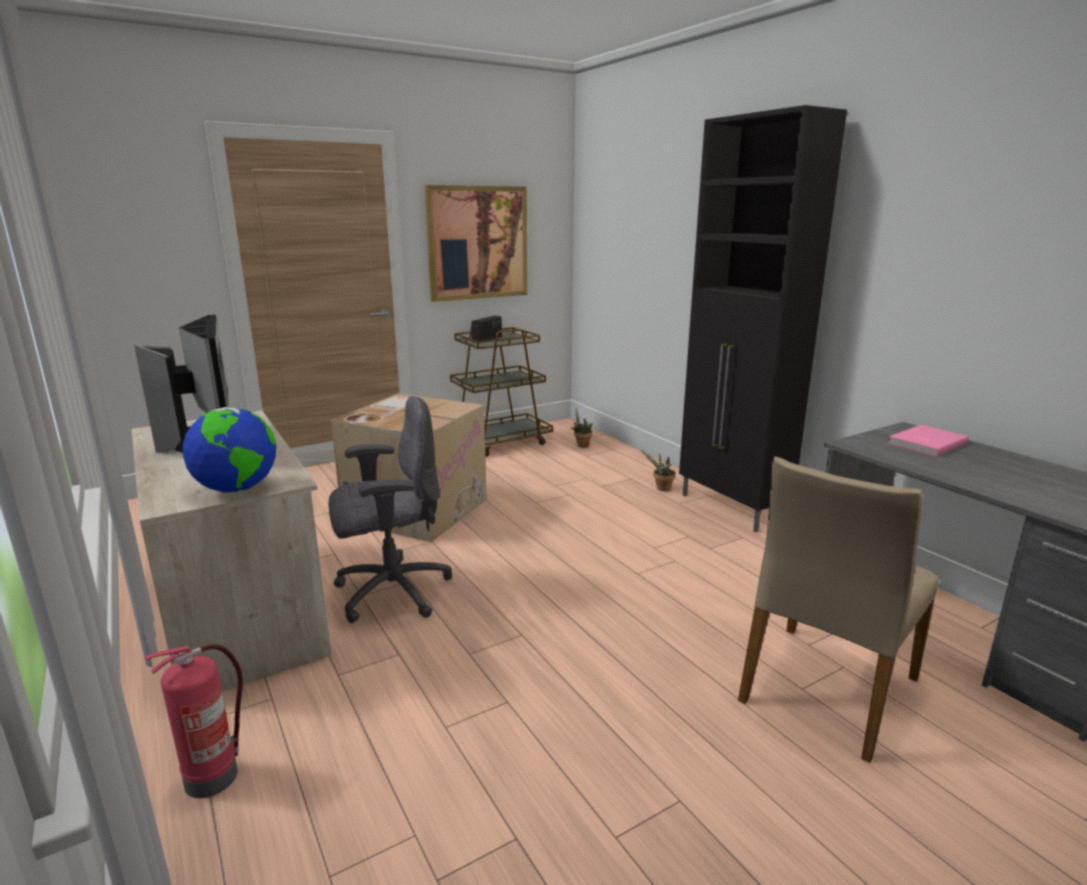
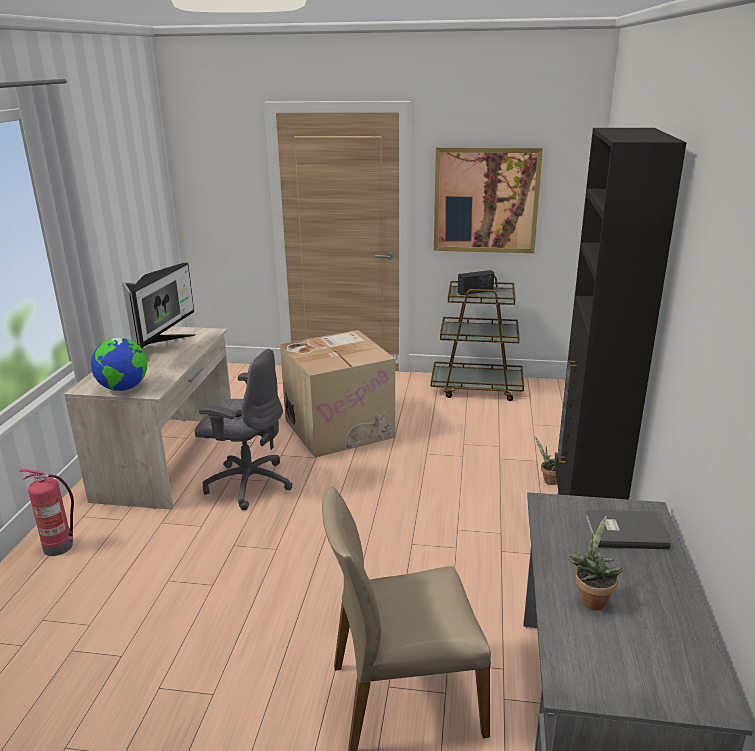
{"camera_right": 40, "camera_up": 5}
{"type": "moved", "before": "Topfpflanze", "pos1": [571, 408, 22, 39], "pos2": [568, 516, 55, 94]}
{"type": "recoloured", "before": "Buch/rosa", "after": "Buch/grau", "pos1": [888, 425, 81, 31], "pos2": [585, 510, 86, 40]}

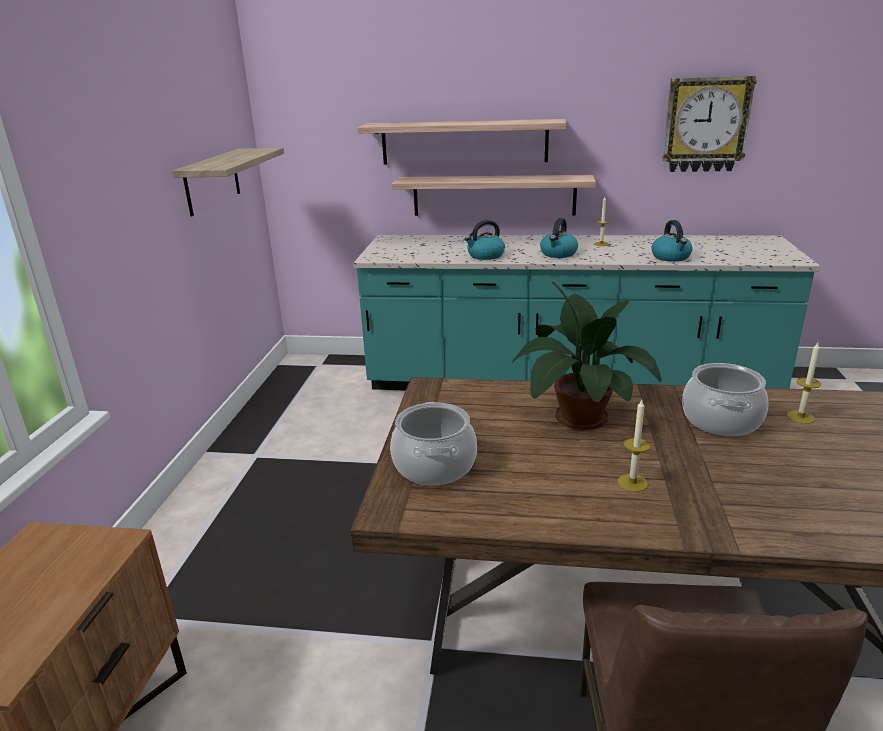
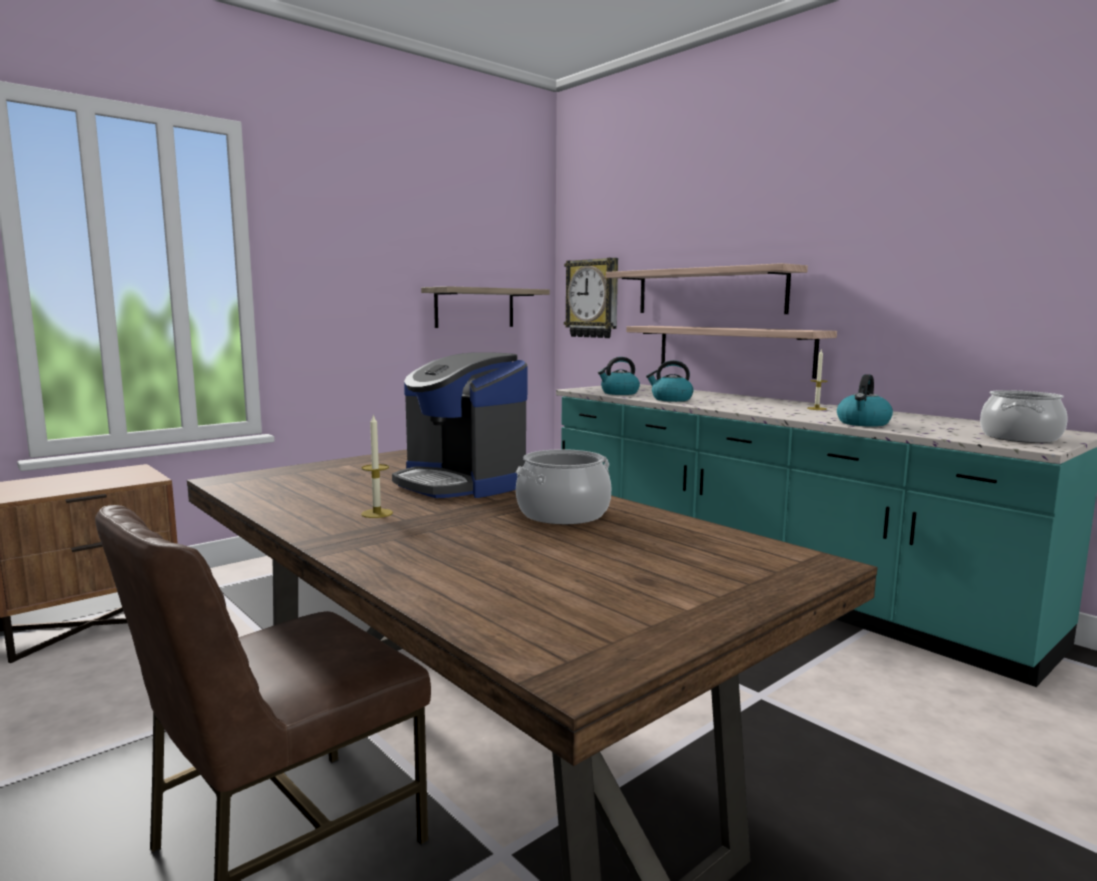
{"camera_right": 40, "camera_up": -15}
{"type": "moved", "before": "Wanduhr", "pos1": [662, 76, 95, 96], "pos2": [564, 258, 54, 80]}
{"type": "moved", "before": "Wasserkessel", "pos1": [540, 218, 38, 40], "pos2": [598, 357, 42, 38]}
{"type": "replaced", "before": "Topfpflanze", "after": "Kaffeemaschine", "pos1": [511, 281, 151, 149], "pos2": [392, 352, 136, 146]}
{"type": "removed", "before": "Kerze", "pos1": [787, 342, 34, 82]}
{"type": "moved", "before": "Kochtopf", "pos1": [390, 402, 87, 83], "pos2": [980, 390, 88, 53]}

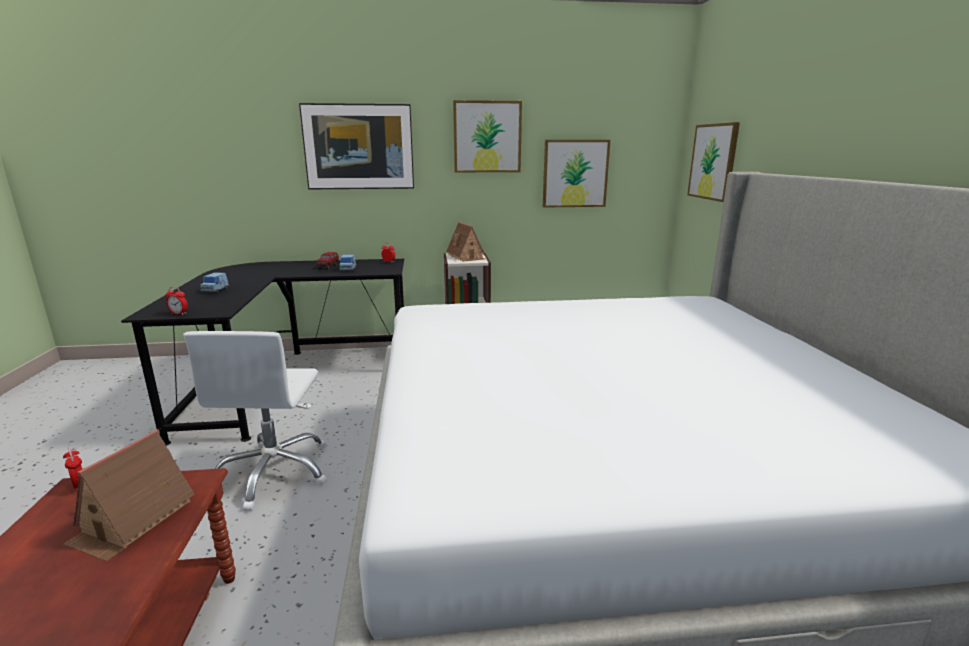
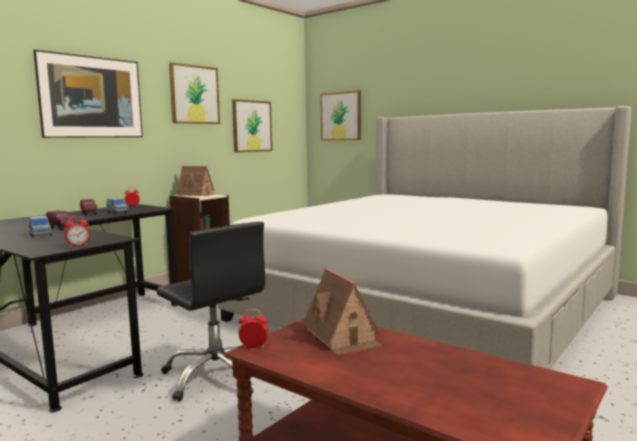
{"camera_right": -45, "camera_up": -10}
{"type": "recoloured", "before": "Bürostuhl/weiß", "after": "Bürostuhl/schwarz", "pos1": [183, 331, 144, 180], "pos2": [156, 222, 109, 180]}
{"type": "added", "after": "Spielzeuglaster", "pos2": [46, 210, 29, 20]}

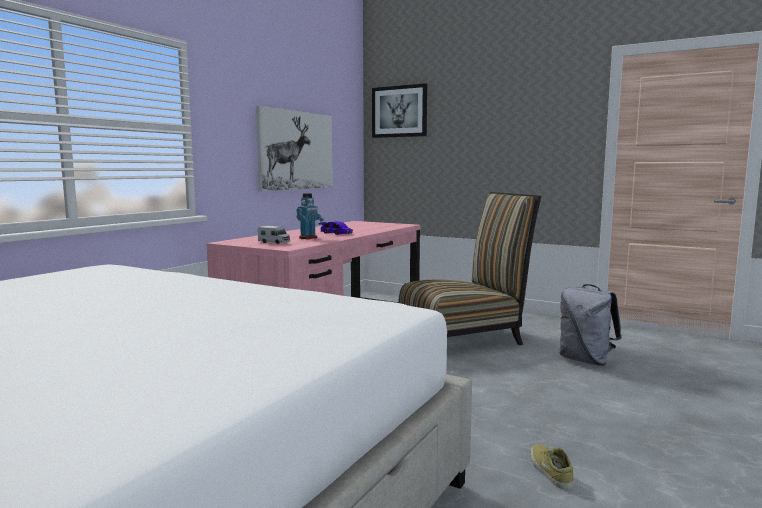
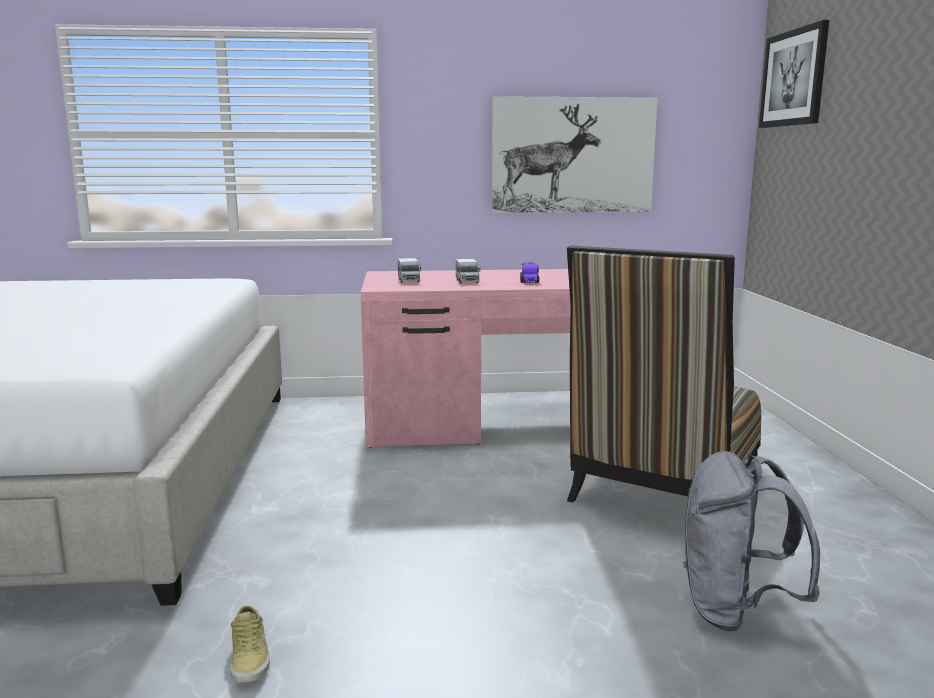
{"camera_right": 55, "camera_up": 5}
{"type": "turned", "before": "Stuhl", "pos1": [398, 192, 143, 153], "pos2": [567, 245, 194, 258], "turn": 90}
{"type": "replaced", "before": "Spielzeugroboter", "after": "Spielzeuglaster", "pos1": [297, 193, 27, 46], "pos2": [456, 259, 24, 25]}
{"type": "turned", "before": "Schuh/beige", "pos1": [531, 444, 43, 45], "pos2": [230, 605, 40, 78], "turn": 120}

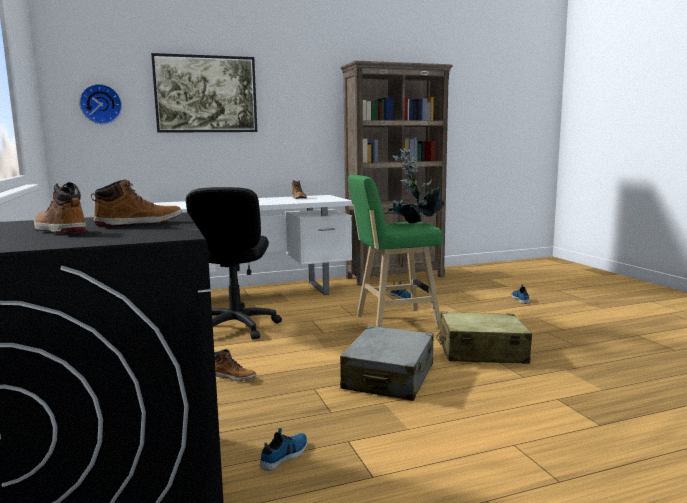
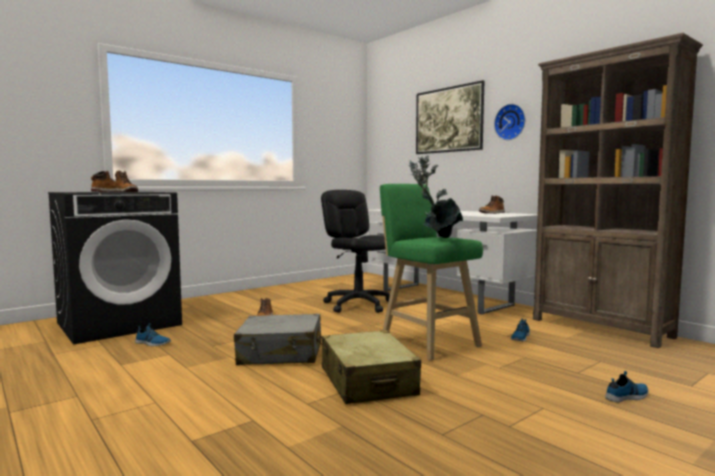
{"camera_right": 70, "camera_up": -5}
{"type": "moved", "before": "Wanduhr", "pos1": [79, 84, 43, 41], "pos2": [494, 104, 31, 36]}
{"type": "turned", "before": "Bürostuhl/schwarz", "pos1": [186, 187, 96, 153], "pos2": [321, 190, 69, 123], "turn": 75}

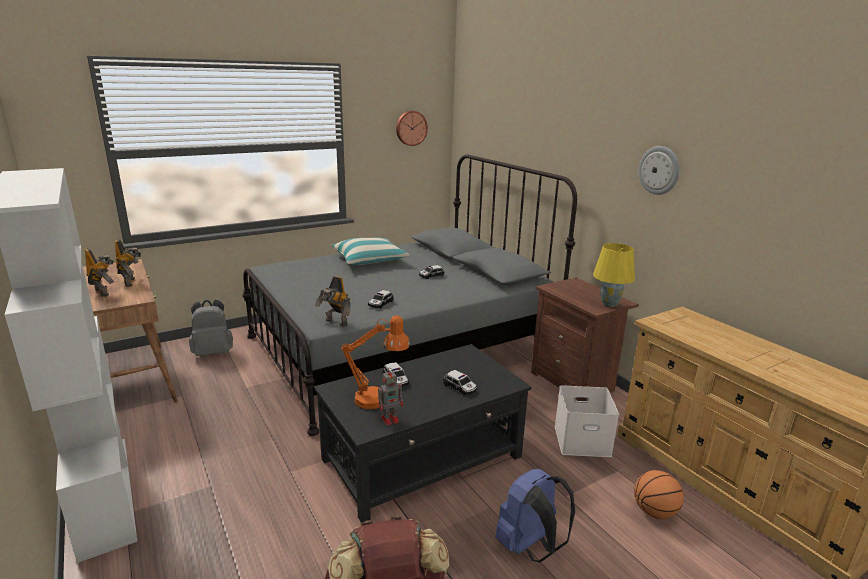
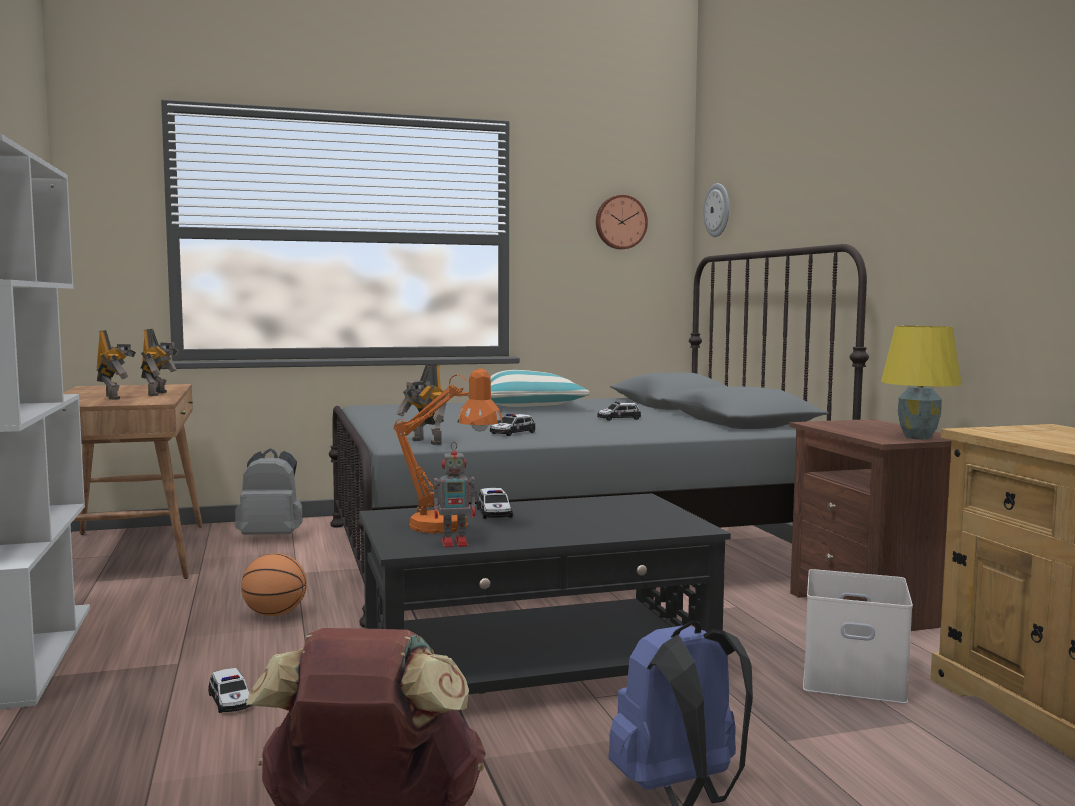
{"camera_right": 15, "camera_up": -15}
{"type": "moved", "before": "Wanduhr", "pos1": [638, 146, 42, 49], "pos2": [703, 183, 26, 54]}
{"type": "moved", "before": "Spielzeugauto", "pos1": [443, 370, 34, 25], "pos2": [208, 668, 45, 45]}
{"type": "moved", "before": "Basketball", "pos1": [634, 470, 50, 49], "pos2": [241, 553, 66, 63]}

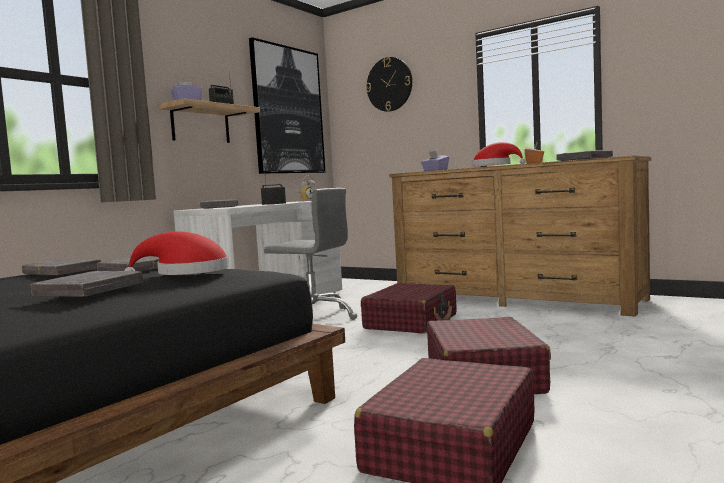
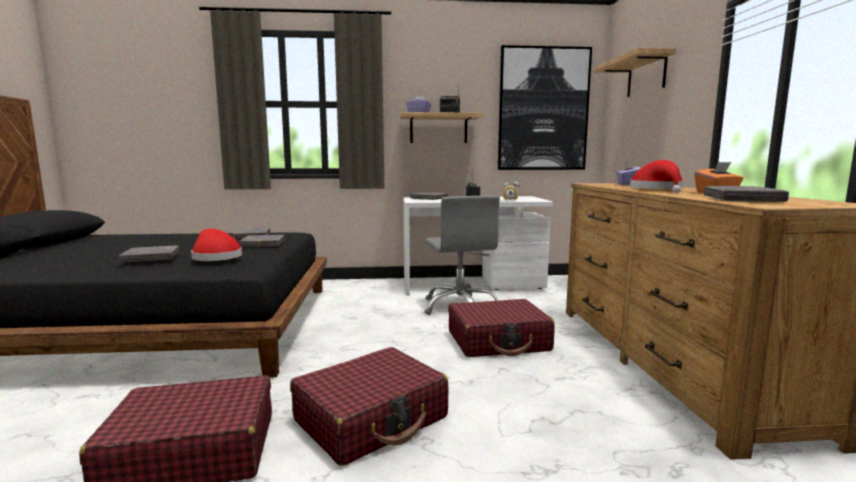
{"camera_right": 50, "camera_up": 5}
{"type": "replaced", "before": "Wanduhr", "after": "Wandregal", "pos1": [366, 57, 46, 55], "pos2": [594, 48, 82, 49]}

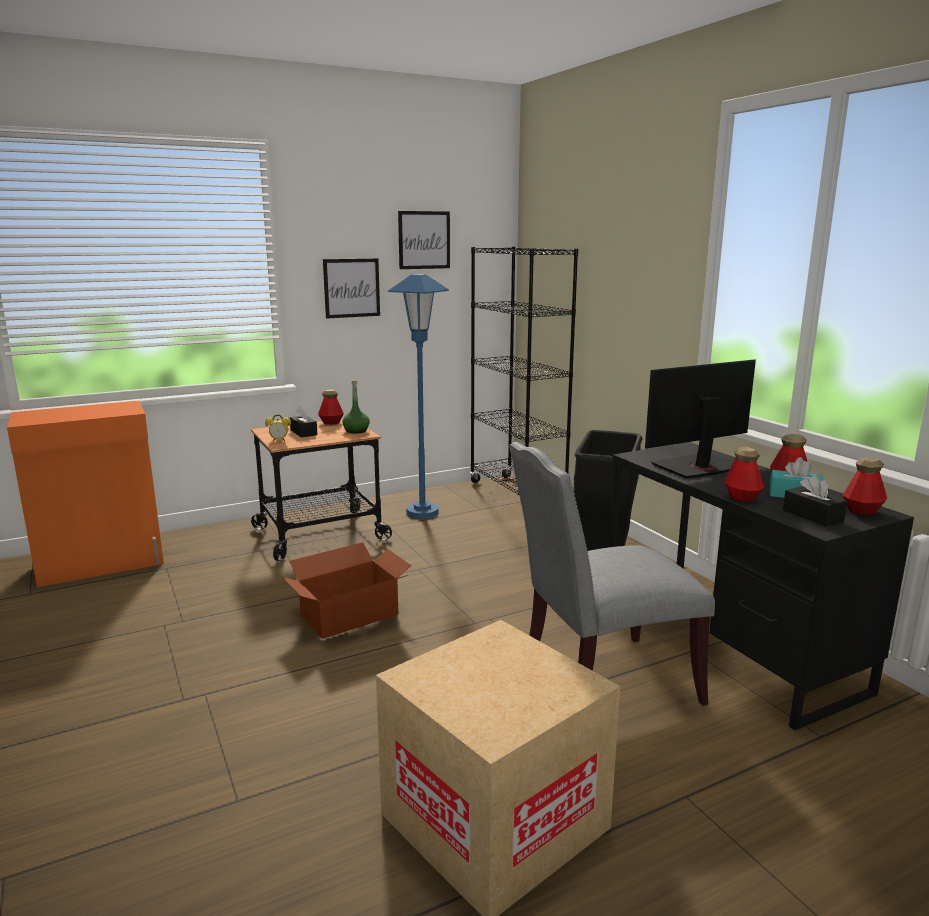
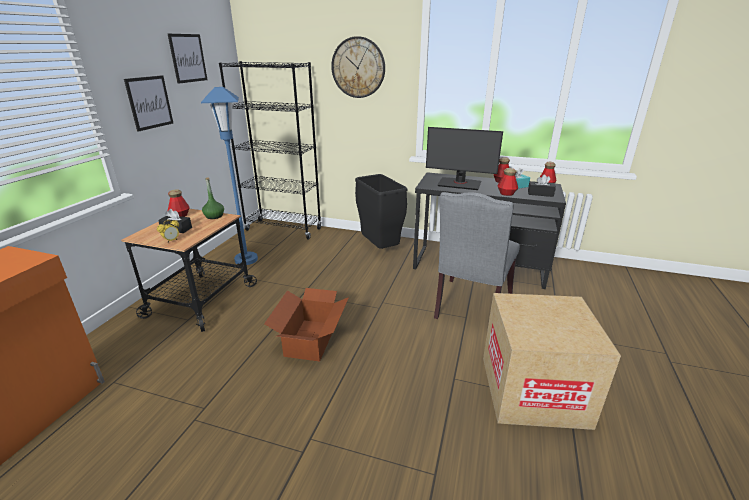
{"camera_right": -45, "camera_up": 10}
{"type": "turned", "before": "Monitor", "pos1": [645, 359, 111, 119], "pos2": [426, 127, 77, 63], "turn": -90}
{"type": "added", "after": "Wanduhr", "pos2": [331, 36, 54, 62]}

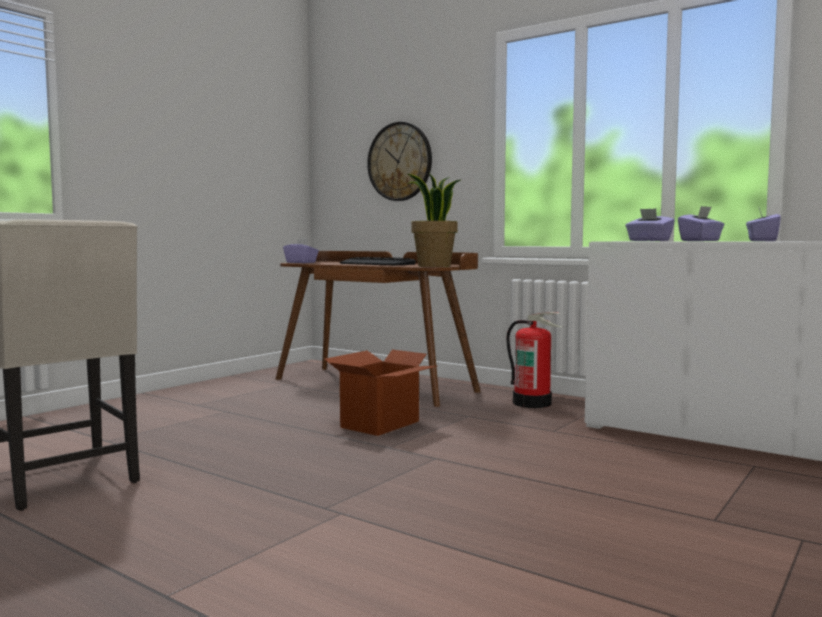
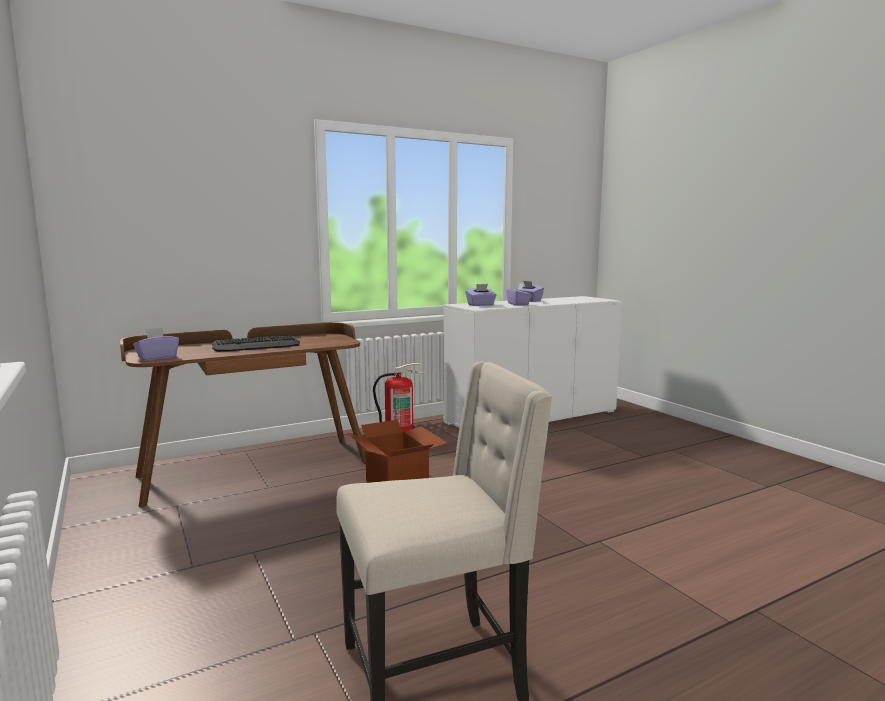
{"camera_right": -65, "camera_up": 5}
{"type": "removed", "before": "Wanduhr", "pos1": [367, 122, 65, 79]}
{"type": "removed", "before": "Topfpflanze", "pos1": [406, 173, 54, 94]}

